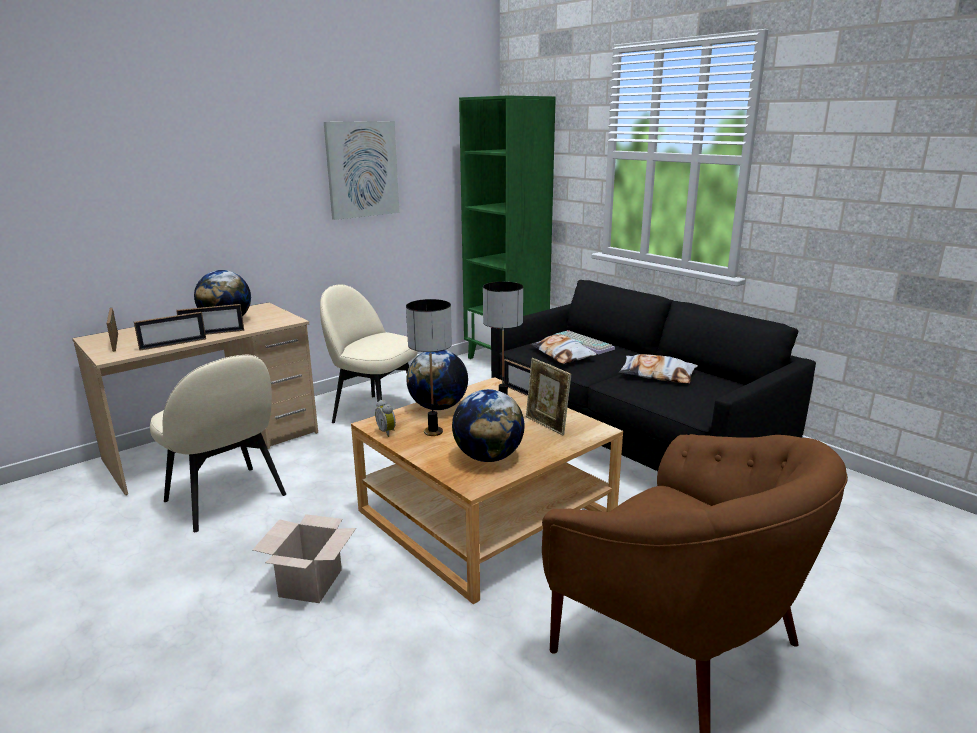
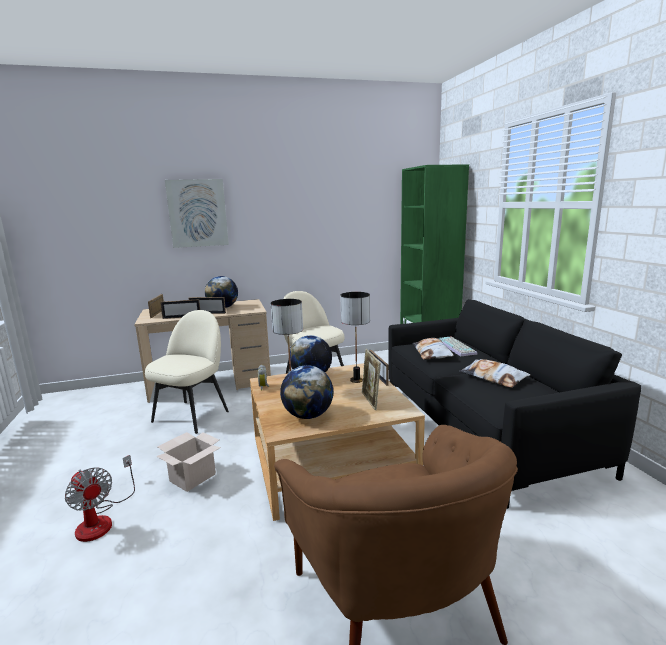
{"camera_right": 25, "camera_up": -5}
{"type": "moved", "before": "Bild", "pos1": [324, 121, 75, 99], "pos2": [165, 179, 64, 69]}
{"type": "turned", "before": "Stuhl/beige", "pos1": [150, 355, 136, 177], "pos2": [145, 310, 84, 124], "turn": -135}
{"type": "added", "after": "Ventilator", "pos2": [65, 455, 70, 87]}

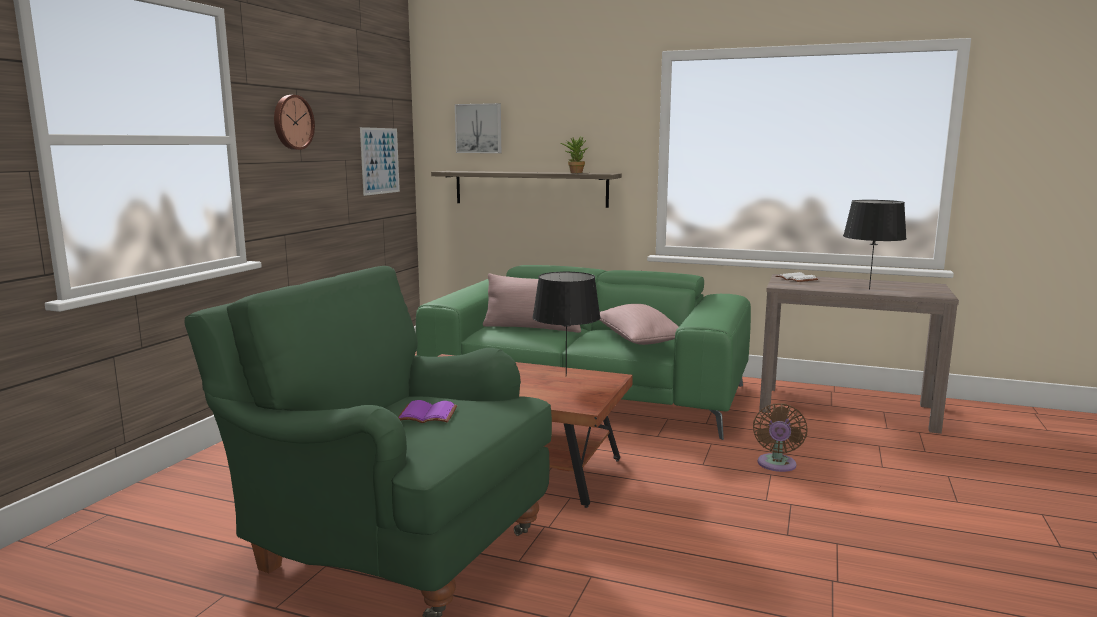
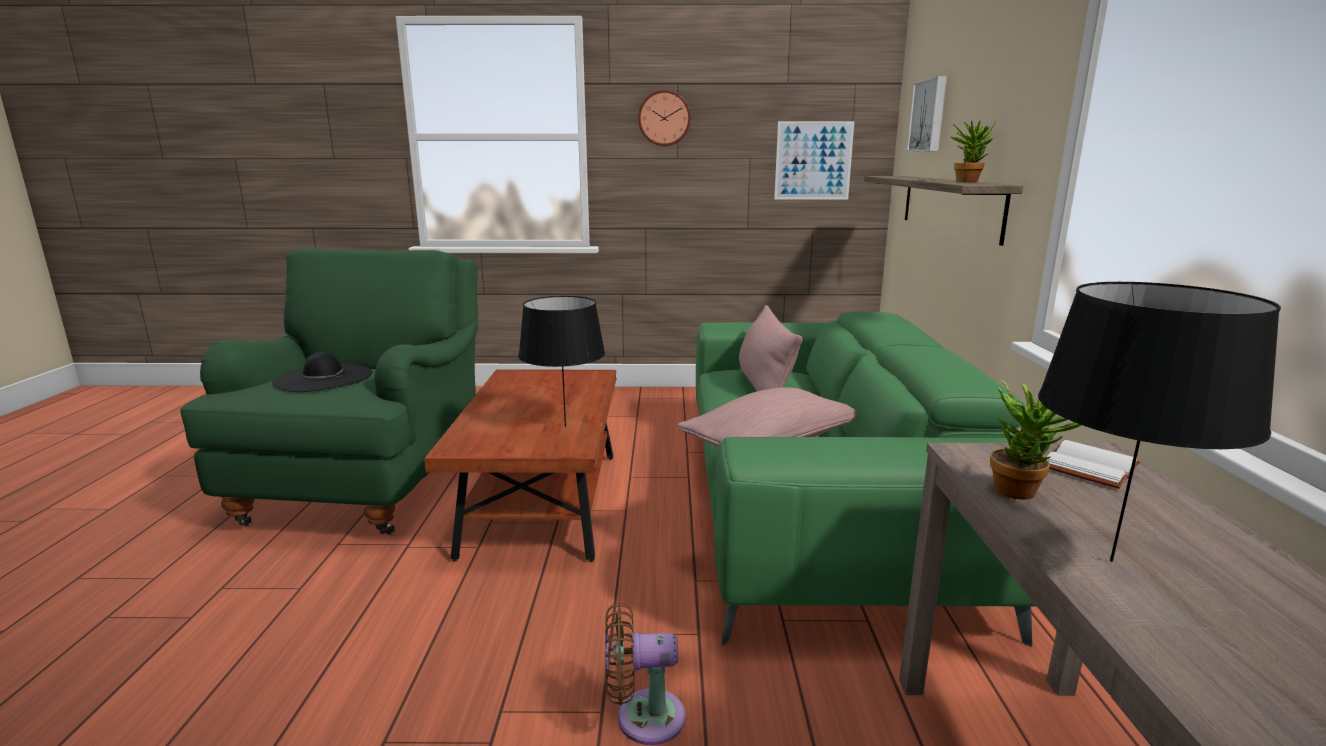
{"camera_right": 70, "camera_up": 5}
{"type": "replaced", "before": "Buch/lila", "after": "Hut/schwarz", "pos1": [398, 400, 59, 23], "pos2": [272, 352, 100, 40]}
{"type": "added", "after": "Topfpflanze", "pos2": [990, 381, 91, 119]}

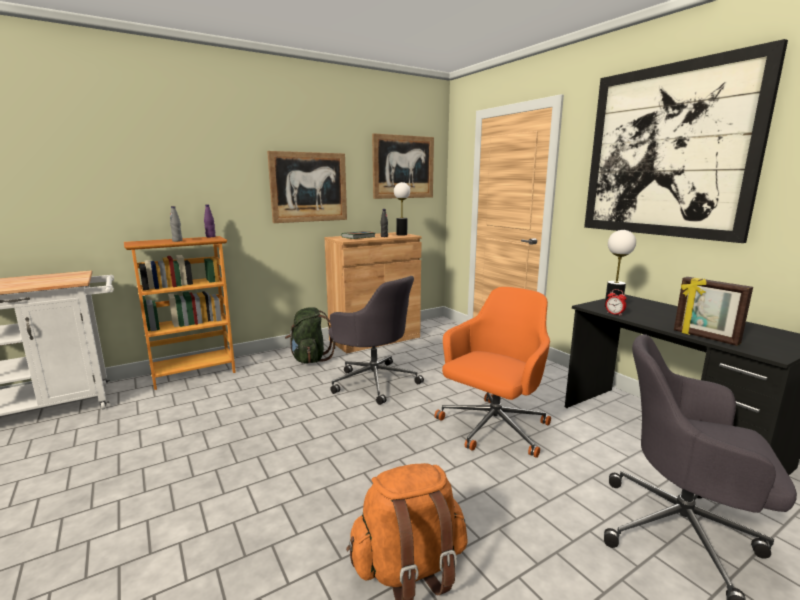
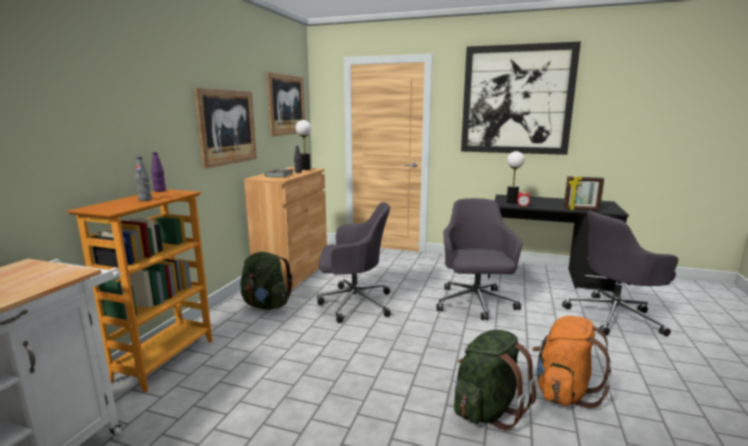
{"camera_right": -40, "camera_up": 0}
{"type": "recoloured", "before": "Bürostuhl/orange", "after": "Bürostuhl/grau", "pos1": [435, 287, 116, 171], "pos2": [436, 198, 87, 122]}
{"type": "added", "after": "Rucksack/grün", "pos2": [454, 330, 82, 101]}

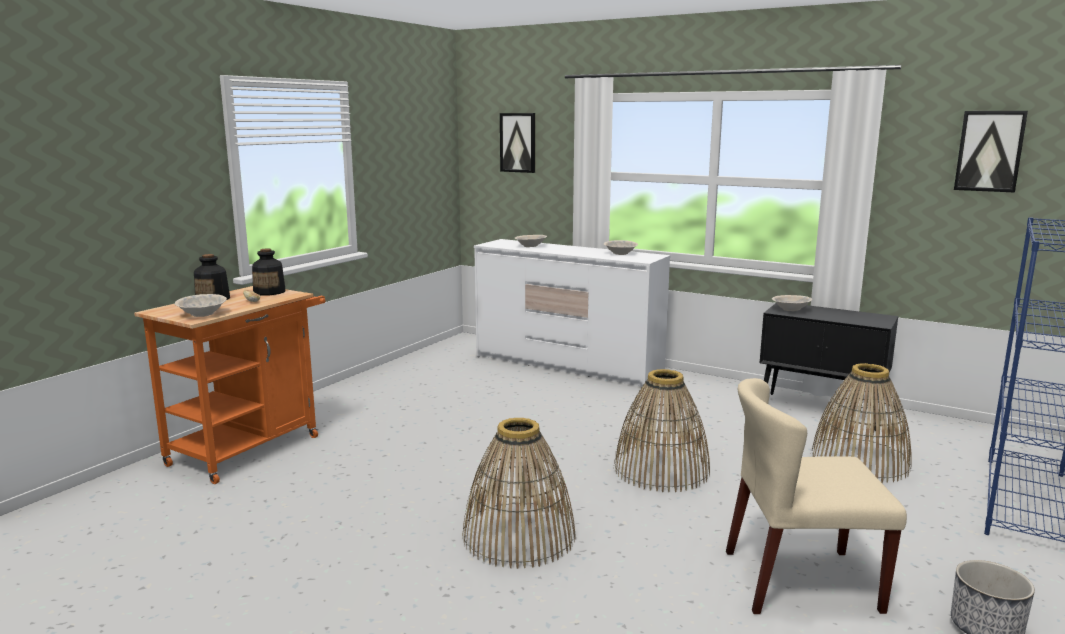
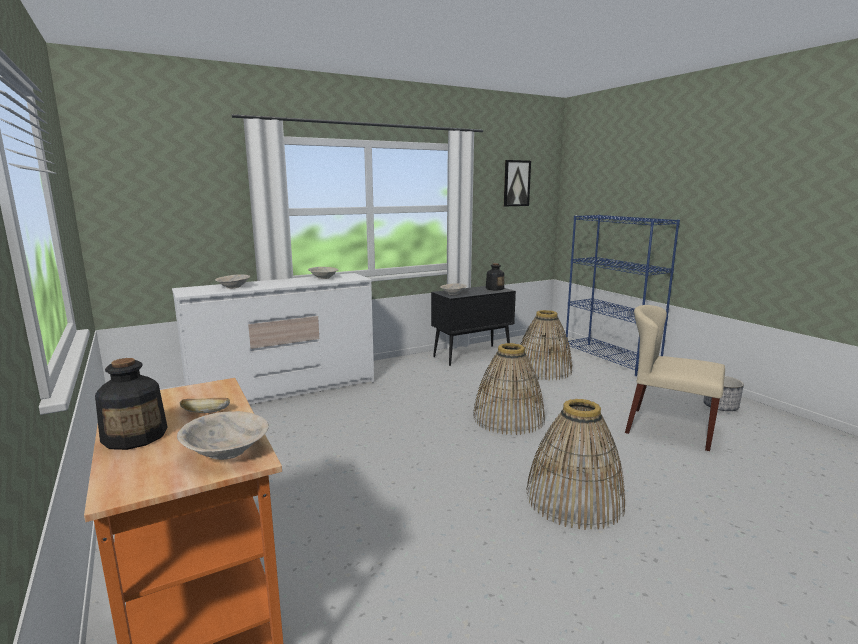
{"camera_right": -60, "camera_up": 0}
{"type": "removed", "before": "Bild", "pos1": [500, 113, 35, 60]}
{"type": "moved", "before": "Flasche", "pos1": [252, 249, 34, 46], "pos2": [486, 263, 18, 28]}
{"type": "turned", "before": "Stuhl/beige", "pos1": [726, 378, 181, 236], "pos2": [625, 305, 100, 146], "turn": 90}

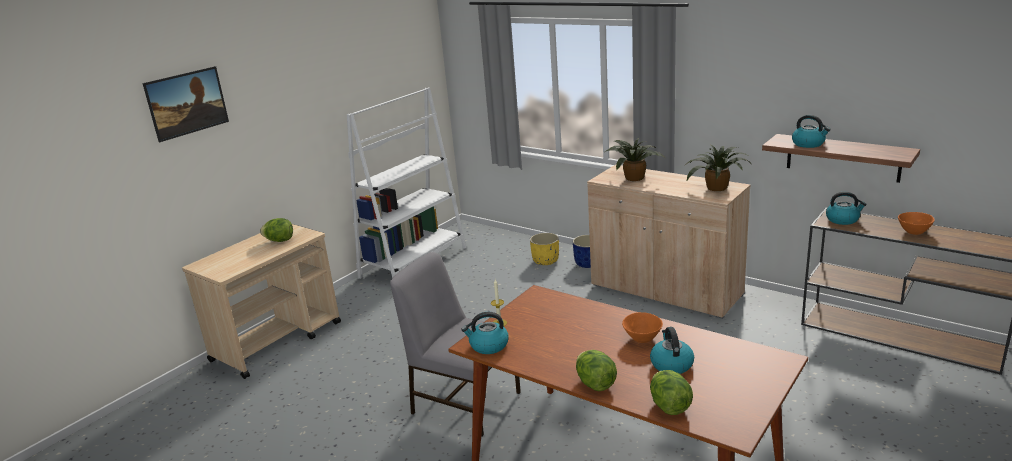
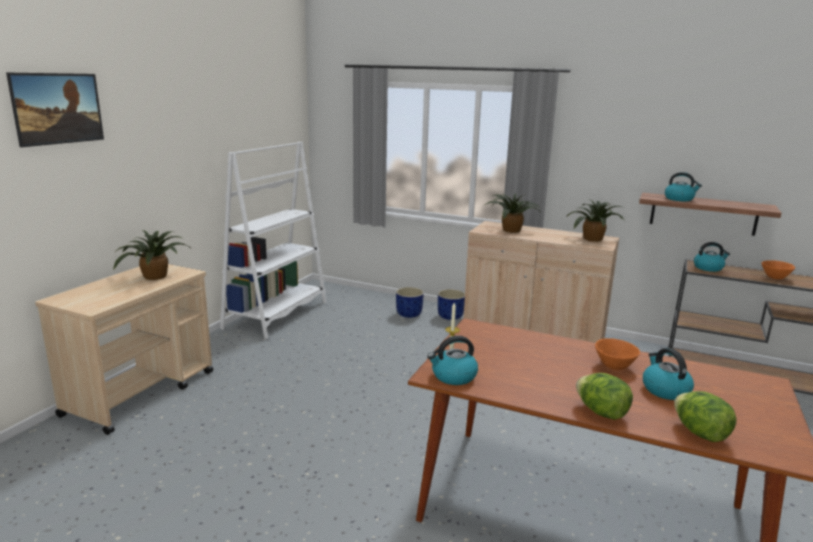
{"camera_right": -15, "camera_up": -5}
{"type": "replaced", "before": "Salatkopf", "after": "Topfpflanze", "pos1": [260, 218, 33, 24], "pos2": [113, 230, 78, 50]}
{"type": "recoloured", "before": "Pflanzkübel/gelb", "after": "Pflanzkübel/blau", "pos1": [530, 233, 29, 32], "pos2": [396, 287, 28, 31]}
{"type": "removed", "before": "Stuhl/grau", "pos1": [390, 252, 131, 185]}

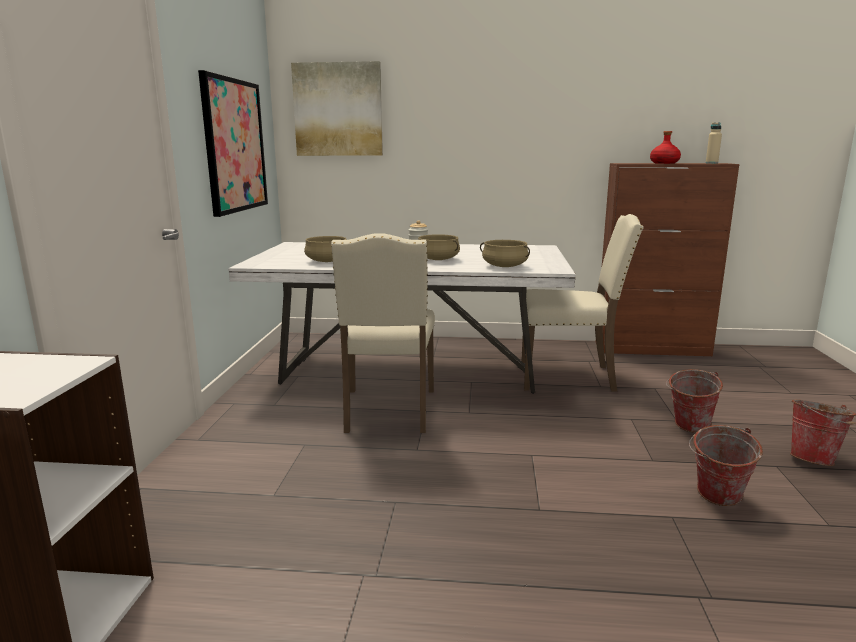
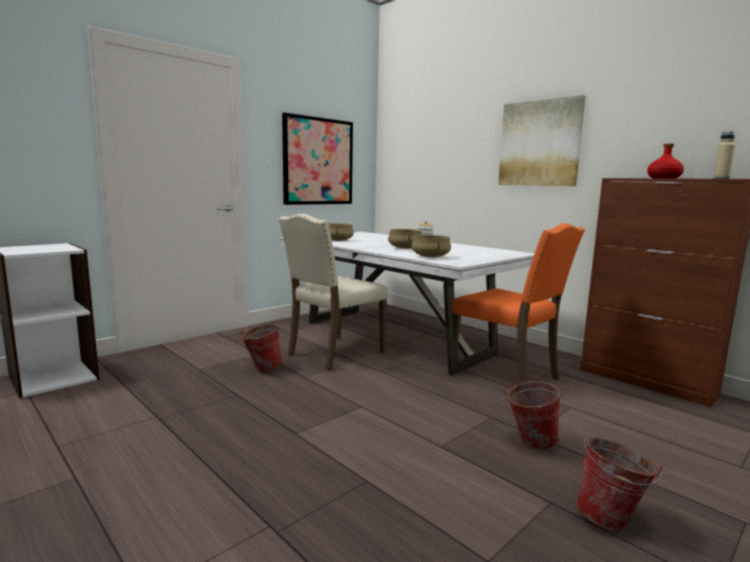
{"camera_right": 40, "camera_up": -5}
{"type": "moved", "before": "Bild", "pos1": [291, 61, 92, 95], "pos2": [498, 95, 88, 91]}
{"type": "recoloured", "before": "Stuhl/beige", "after": "Stuhl/orange", "pos1": [522, 214, 122, 178], "pos2": [452, 223, 133, 161]}
{"type": "moved", "before": "Eimer", "pos1": [689, 425, 74, 81], "pos2": [241, 324, 41, 48]}

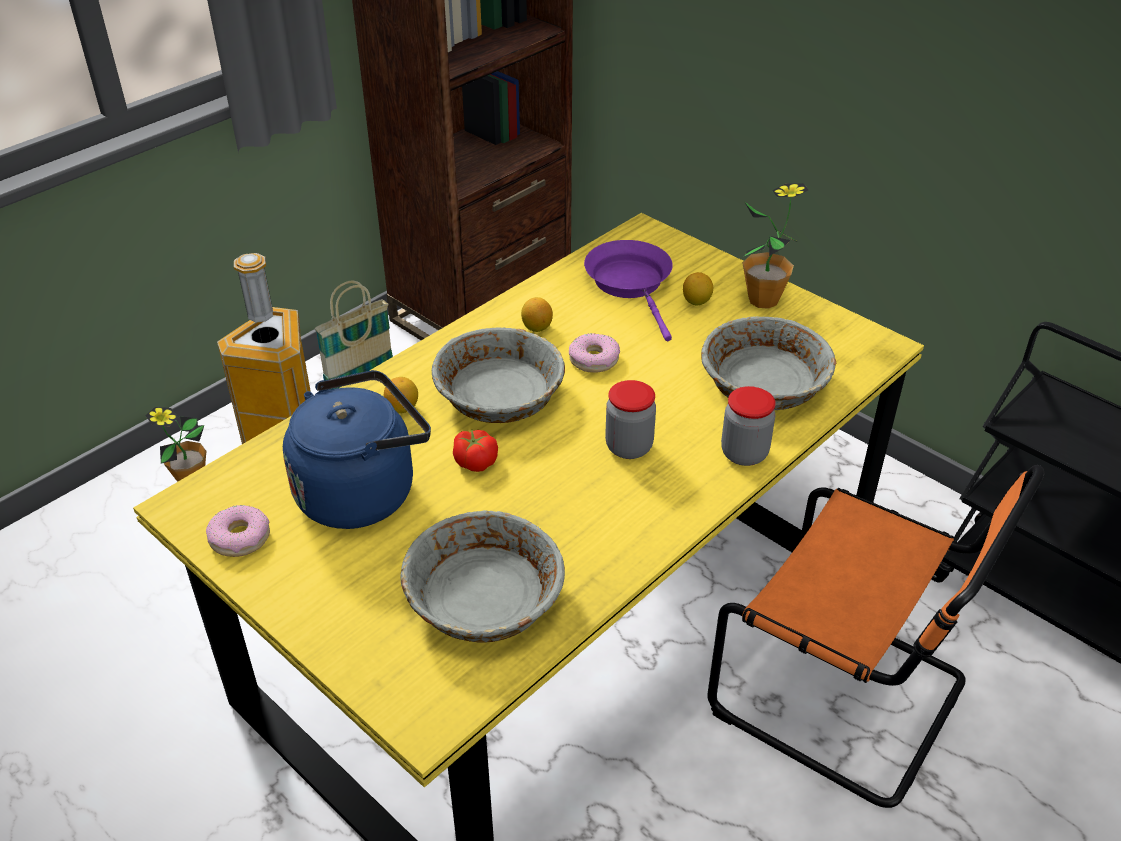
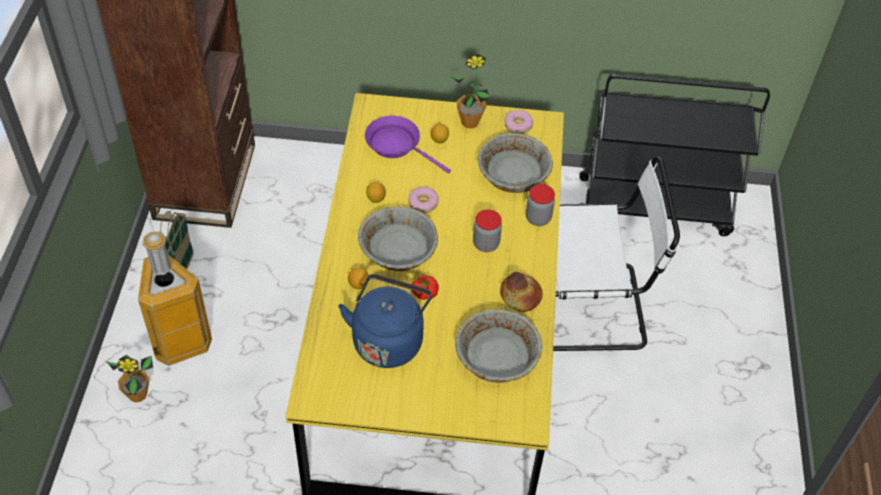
{"camera_right": -40, "camera_up": 10}
{"type": "recoloured", "before": "Stuhl/orange", "after": "Stuhl/weiß", "pos1": [708, 465, 336, 343], "pos2": [553, 156, 127, 195]}
{"type": "moved", "before": "Donut", "pos1": [206, 505, 64, 52], "pos2": [504, 110, 30, 24]}
{"type": "added", "after": "Brot", "pos2": [500, 272, 43, 40]}

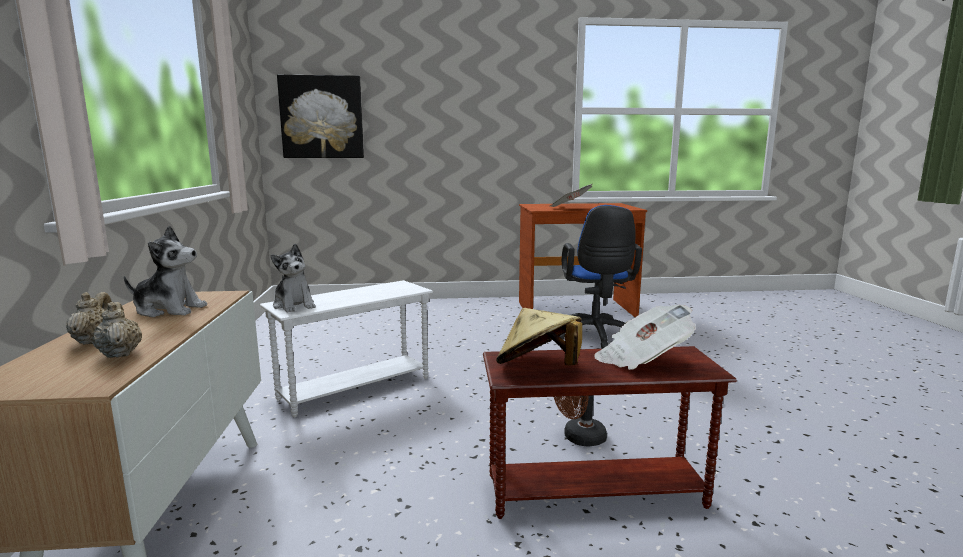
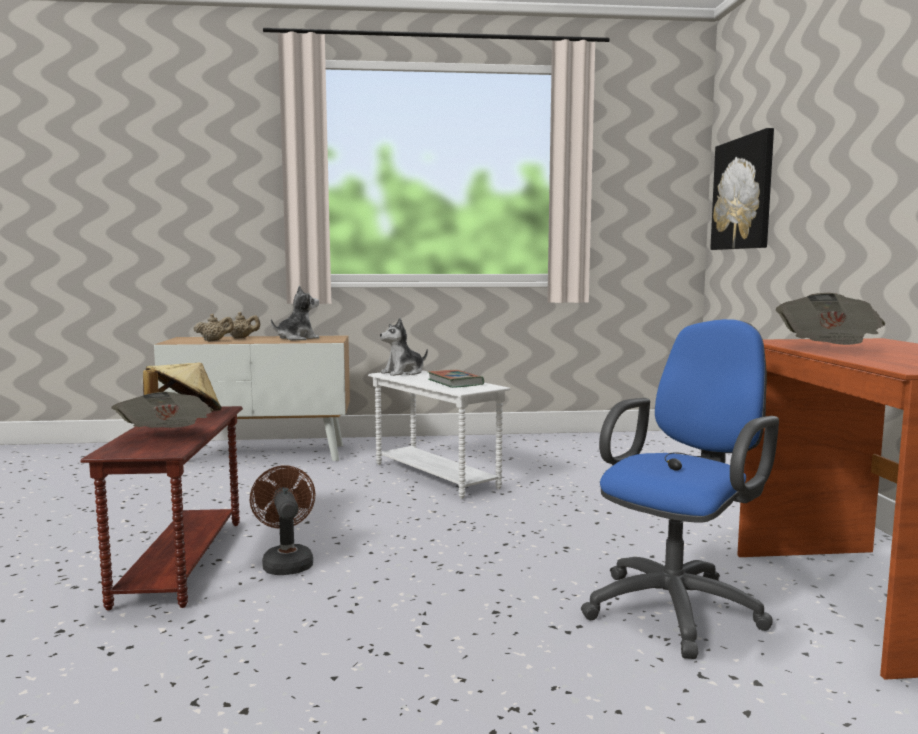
{"camera_right": 90, "camera_up": -5}
{"type": "turned", "before": "Bürostuhl/blau", "pos1": [559, 205, 83, 144], "pos2": [581, 319, 198, 340], "turn": 135}
{"type": "turned", "before": "Plüschtier", "pos1": [124, 226, 83, 91], "pos2": [271, 285, 49, 55], "turn": -135}
{"type": "added", "after": "Buch", "pos2": [428, 370, 56, 18]}

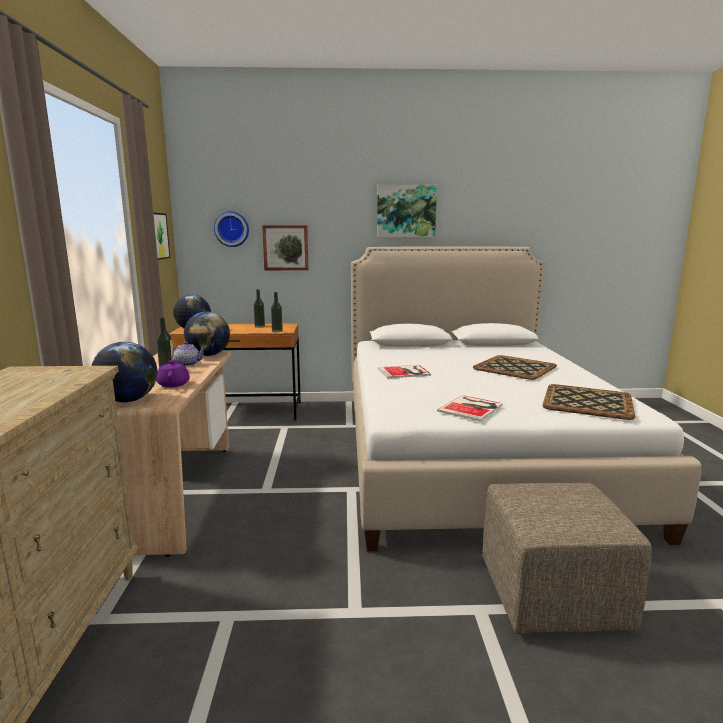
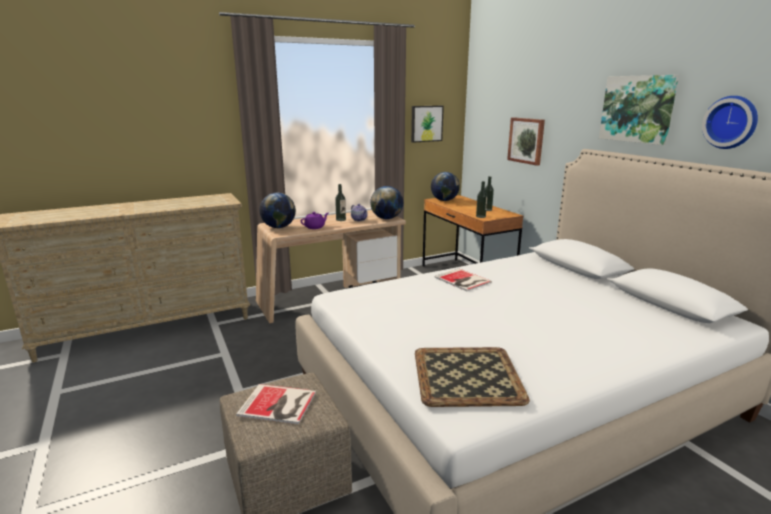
{"camera_right": 65, "camera_up": 5}
{"type": "moved", "before": "Wanduhr", "pos1": [214, 211, 35, 36], "pos2": [702, 96, 56, 53]}
{"type": "removed", "before": "Tablett", "pos1": [473, 355, 84, 25]}
{"type": "moved", "before": "Buch", "pos1": [437, 395, 66, 26], "pos2": [236, 384, 80, 40]}

